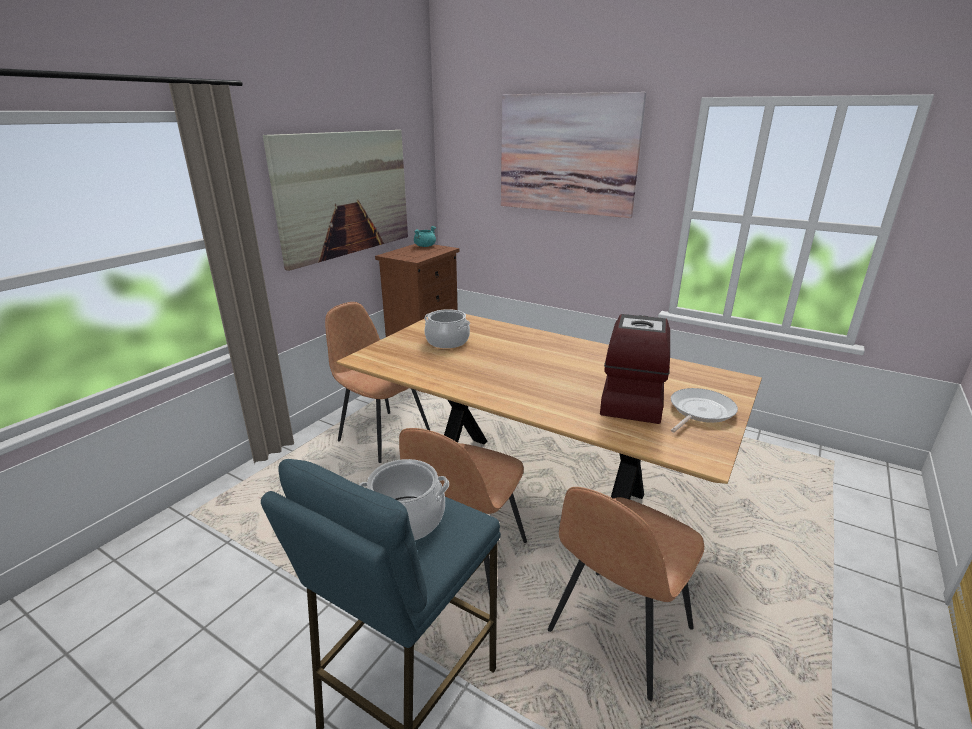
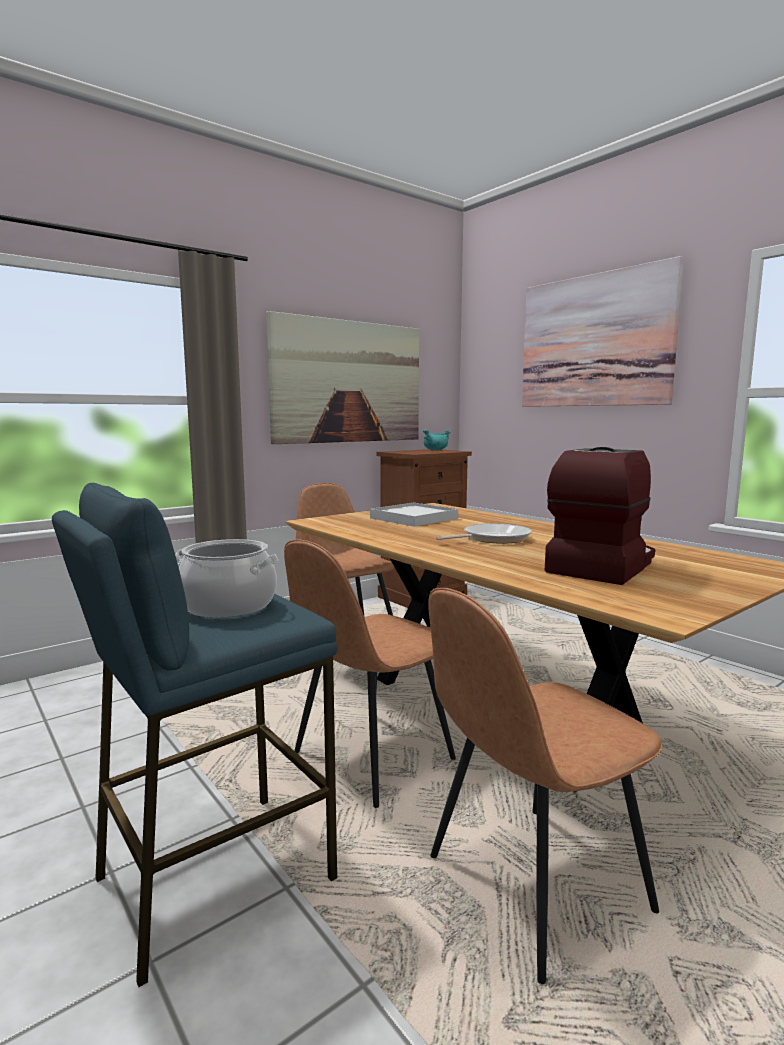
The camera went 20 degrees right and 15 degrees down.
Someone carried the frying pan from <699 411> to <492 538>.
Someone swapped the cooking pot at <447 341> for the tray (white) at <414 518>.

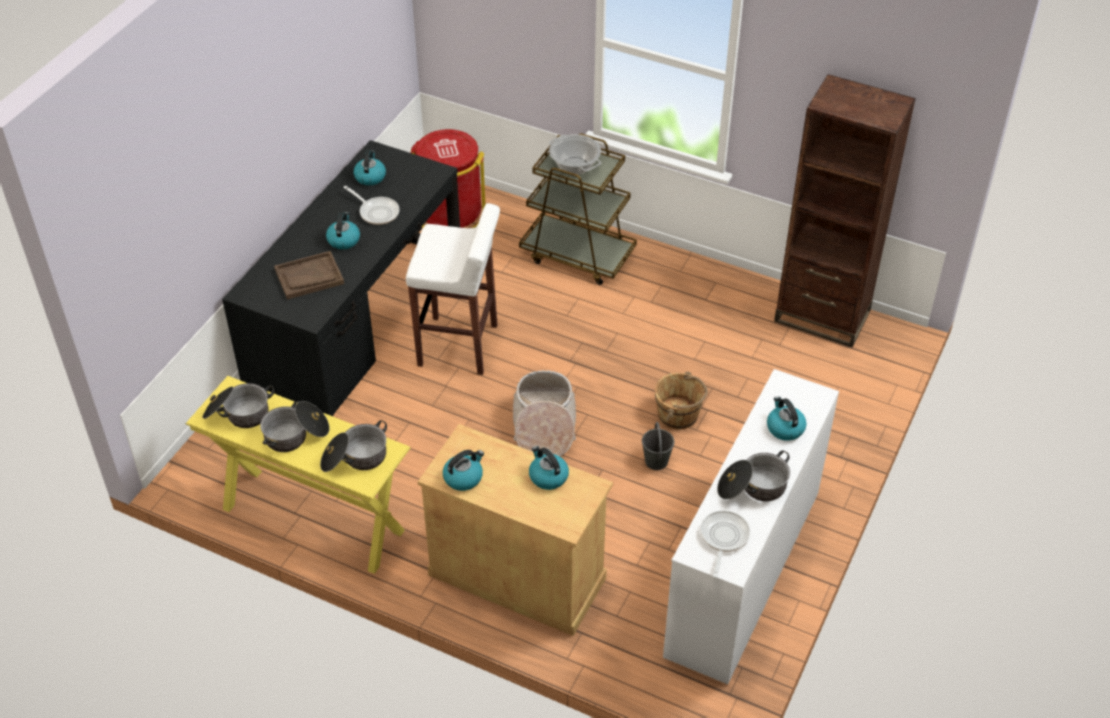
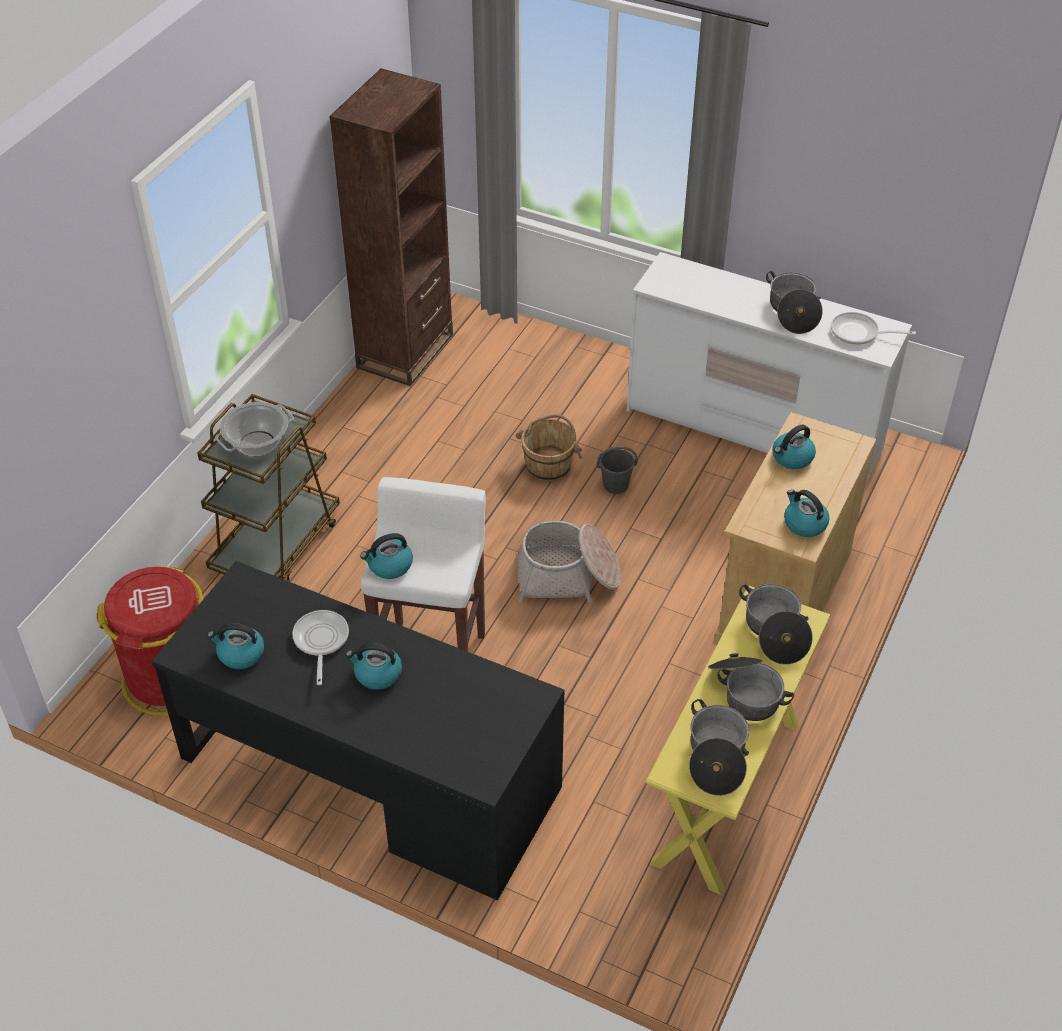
The camera went 90 degrees left and 0 degrees up.
Someone took away the tray (brown) at <309 277>.
Someone carried the kettle from <784 428> to <389 566>.
Someone rotated the frying pan at <377 212> by 45 degrees counterclockwise.

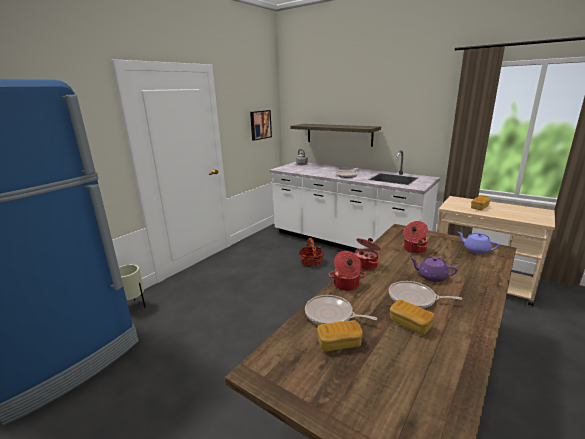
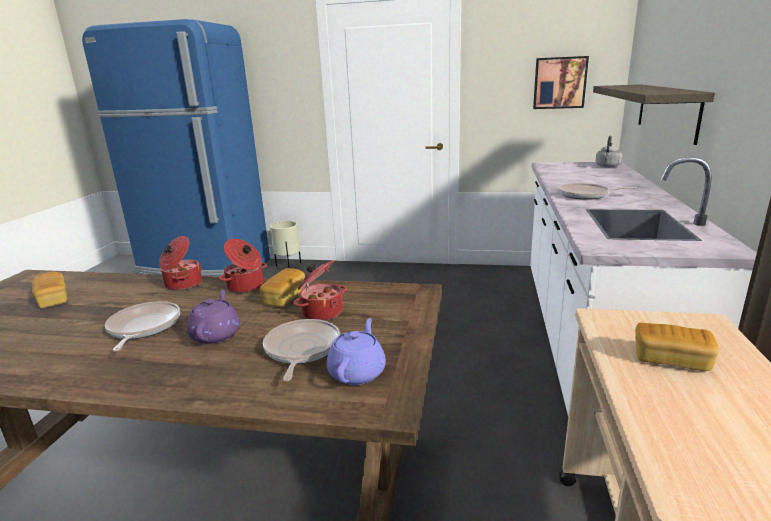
The camera went 65 degrees right and 0 degrees up.
Someone took away the basket at <311 262>.
Someone carried the frying pan from <331 315> to <301 350>.
Someone carried the bread from <410 324> to <284 298>.

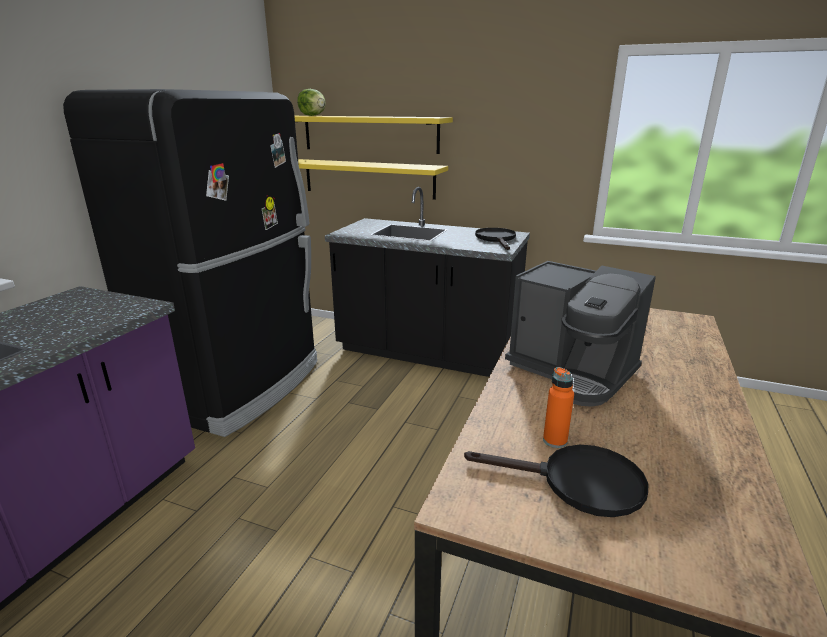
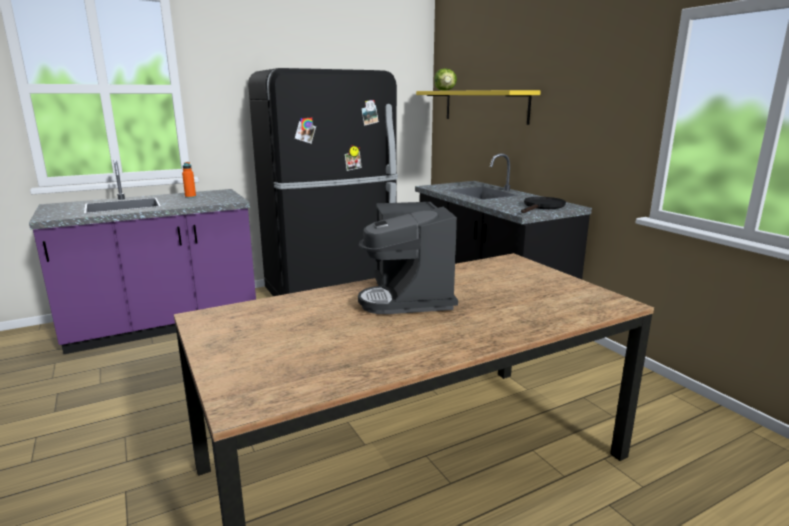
The camera went 40 degrees right and 5 degrees down.
Someone took away the shelf (yellow) at <368 178>.
Someone took away the frying pan (black) at <577 483>.
Someone carried the bottle (orange) from <555 440> to <190 197>.

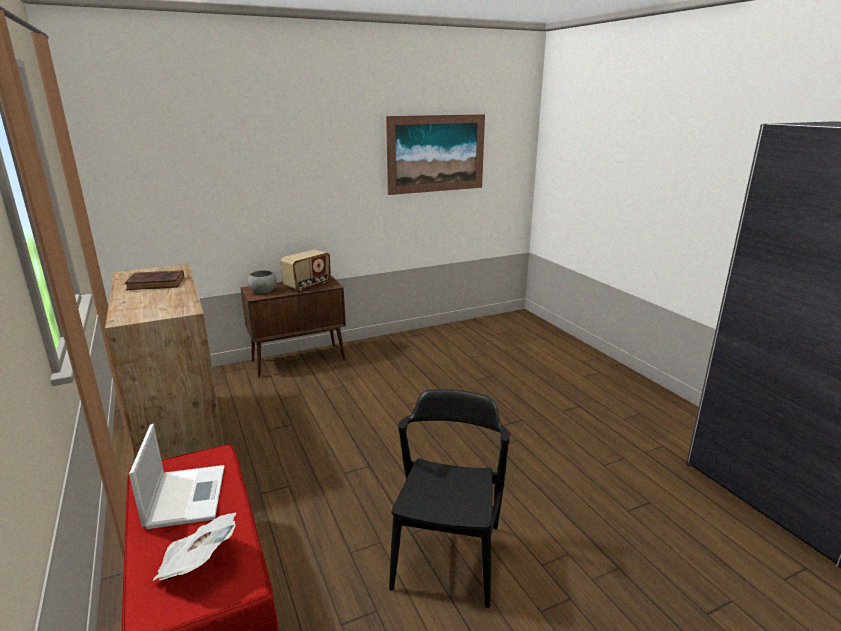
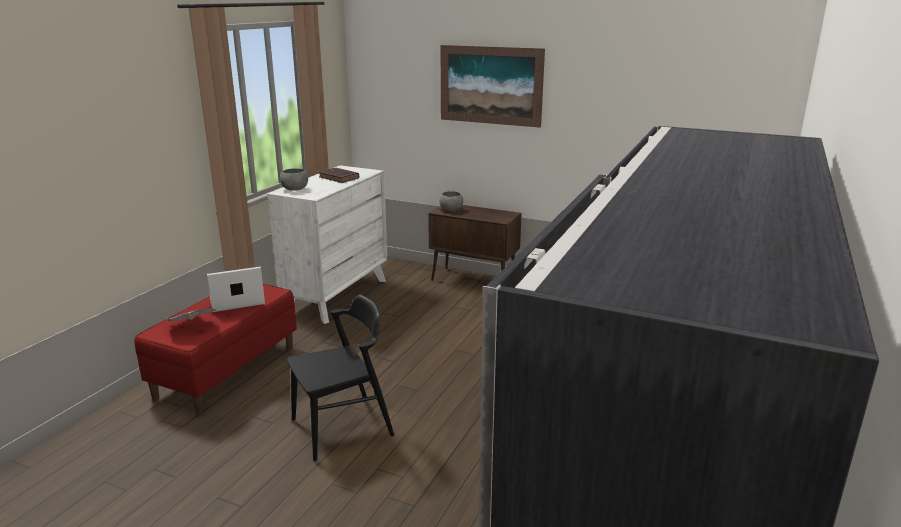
The camera went 50 degrees right and 0 degrees up.
Someone took away the radio at <308 285>.
Someone put down the bowl (grey) at <295 189>.
Someone carried the picture from <436 153> to <490 85>.
Someone repainted the dresser (brown) at <182 440>, which became the dresser (white) at <336 295>.
Someone rotated the laptop at <186 495> by 150 degrees counterclockwise.

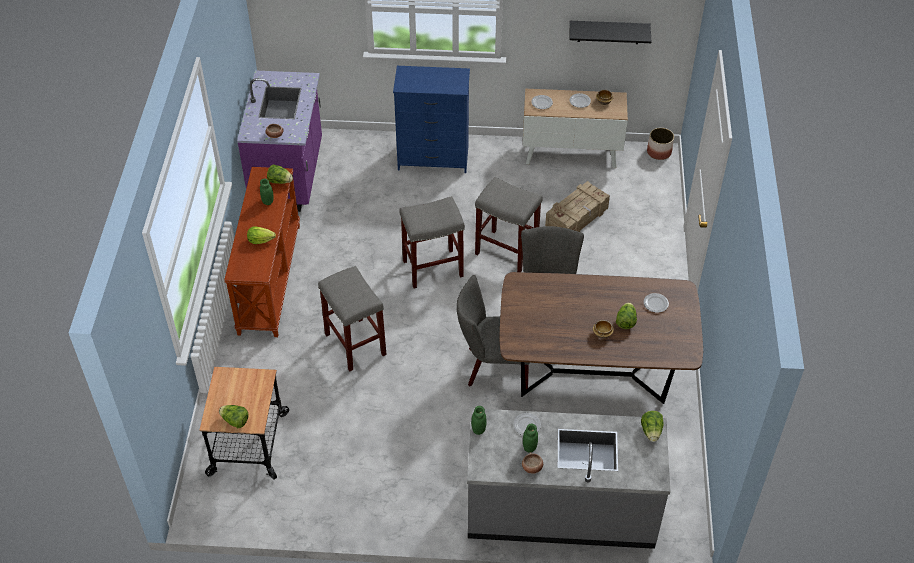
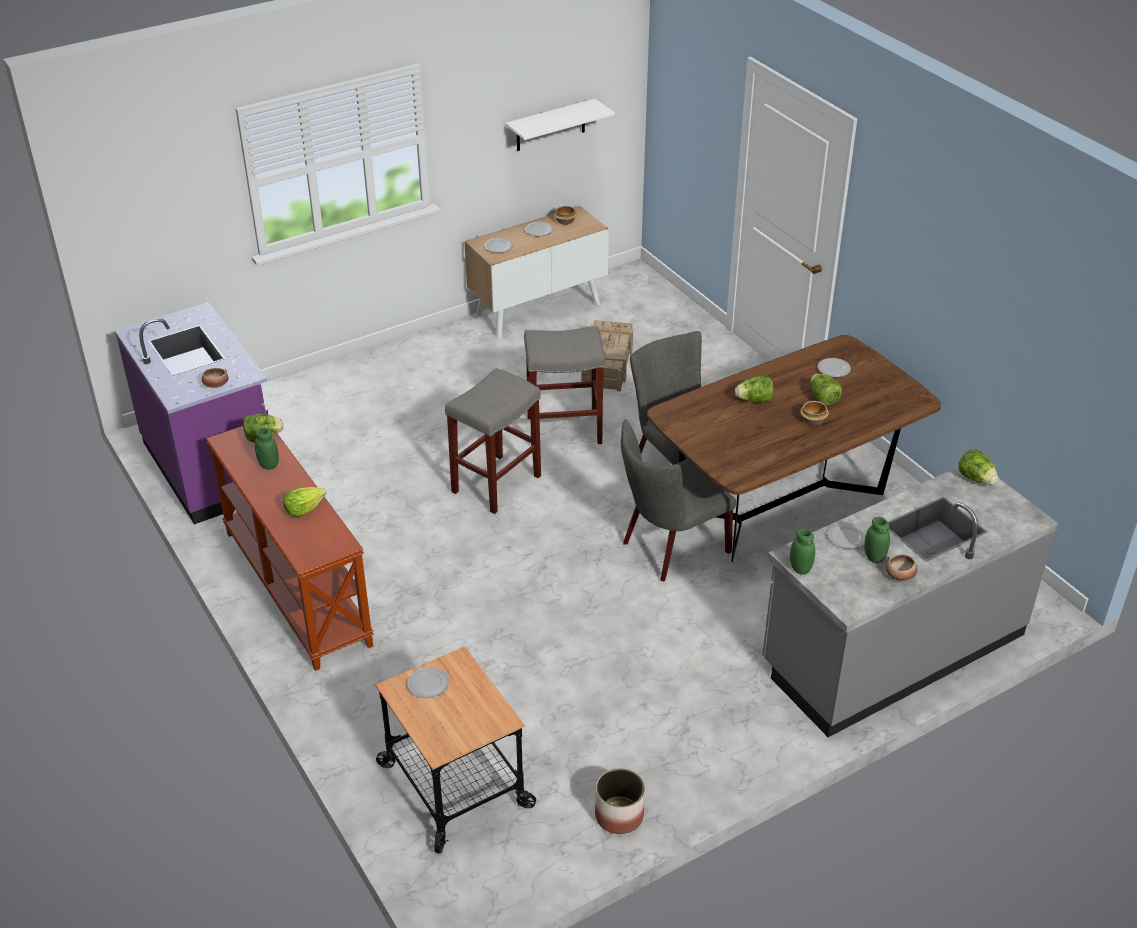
The camera went 35 degrees left and 10 degrees down.
Someone took away the stool (grey) at <354 344>.
Someone took away the dresser (blue) at <433 158>.
Someone put down the plate at <428 684>.
Someone carried the lettuce from <235 421> to <754 400>.
Someone carried the planter from <658 152> to <618 815>.
Someone repainted the shelf (black) at <608 32>, which became the shelf (white) at <550 125>.

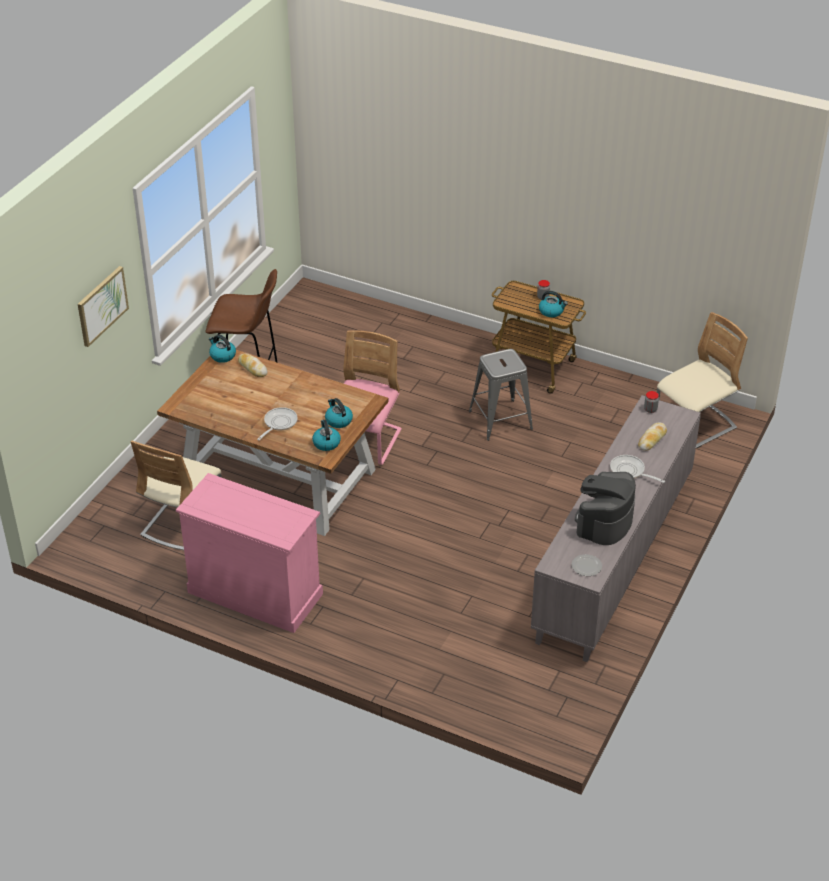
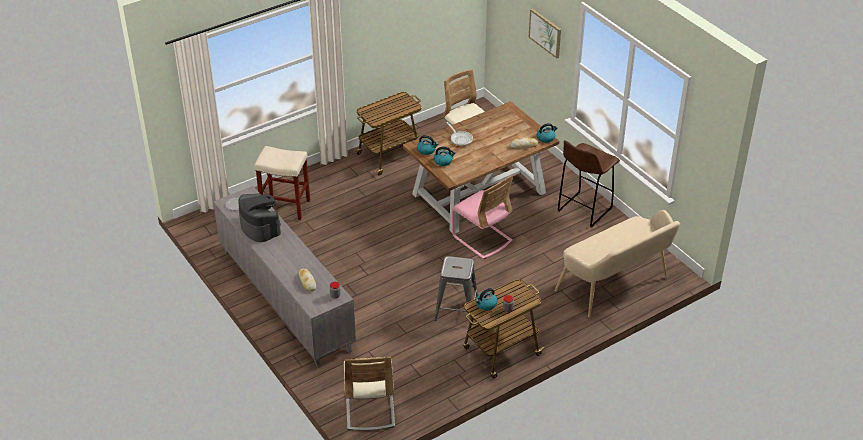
The camera went 120 degrees right and 0 degrees up.
Someone took away the frying pan at <630 471>.
Someone put down the stool (beige) at <284 207>.
Someone put down the bench (beige) at <615 286>.
Someone swapped the dresser (pink) at <255 593> for the cart at <390 156>.

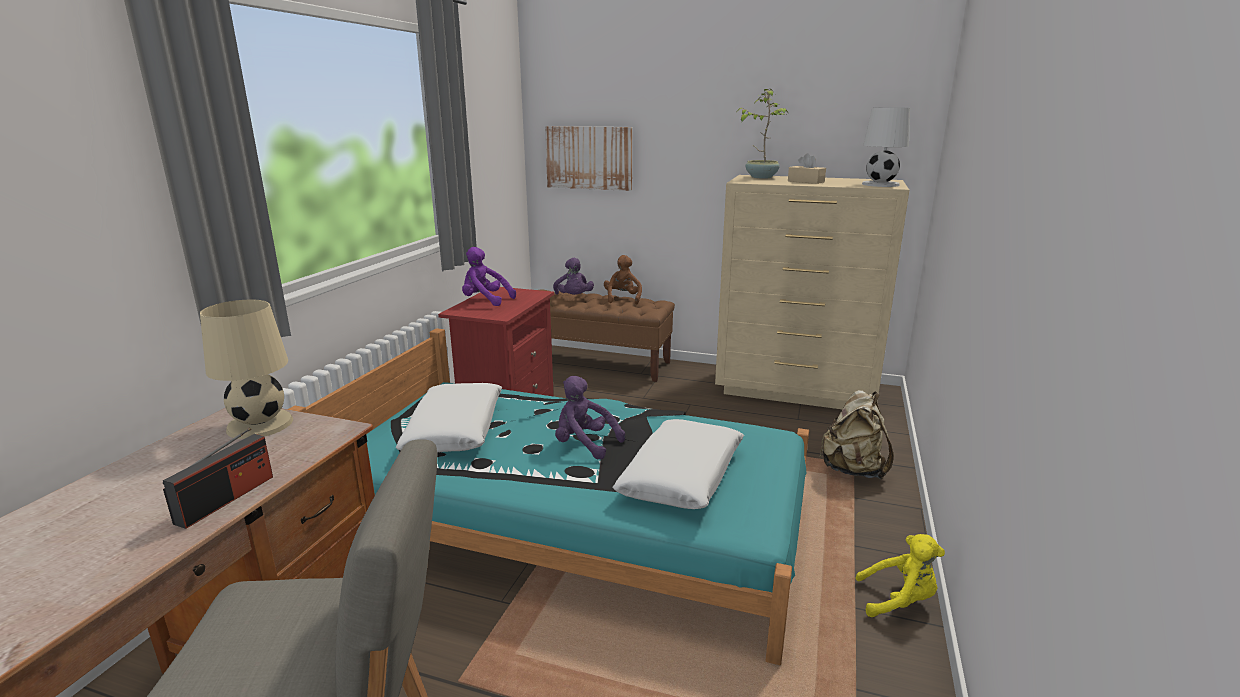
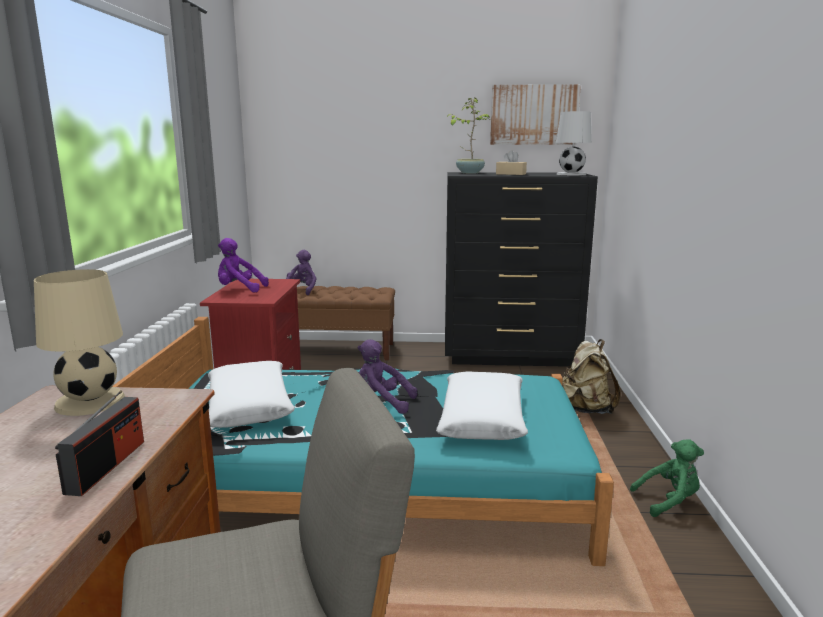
The camera went 15 degrees left and 5 degrees down.
Someone took away the plush toy (brown) at <622 299>.
Someone carried the picture from <589 158> to <534 115>.
Someone repainted the dresser (beige) at <796 391>, which became the dresser (black) at <510 356>.
Someone repainted the plush toy (yellow) at <898 601>, which became the plush toy (green) at <669 501>.
Someone rotated the plush toy (purple) at <574 298> by 135 degrees counterclockwise.

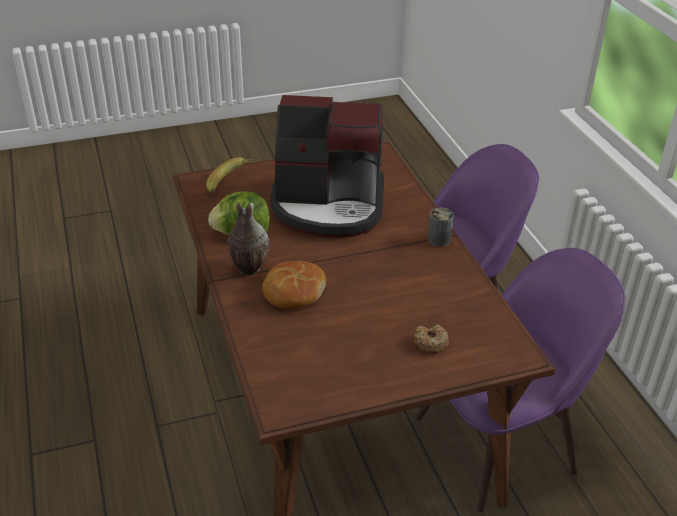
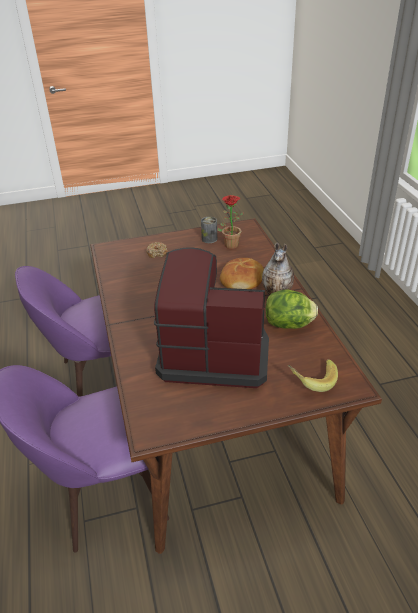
The camera went 175 degrees left and 0 degrees up.
Someone put down the potted plant at <230 244>.
Someone carried the can from <439 239> to <209 239>.

